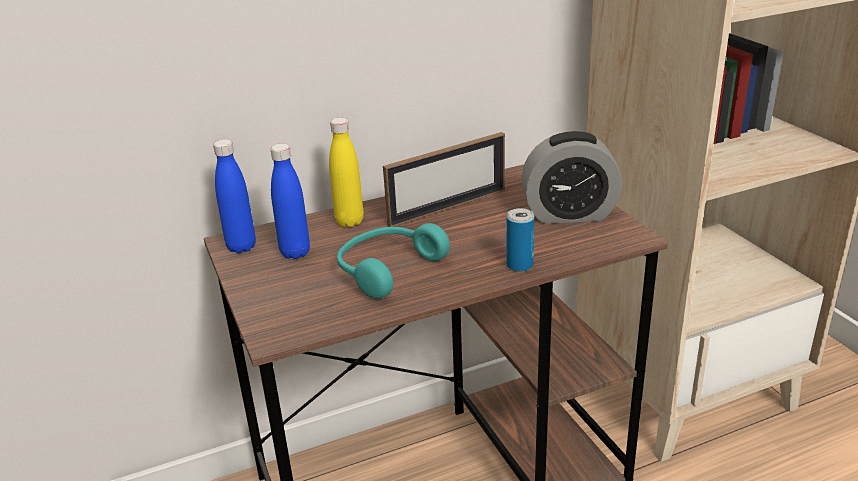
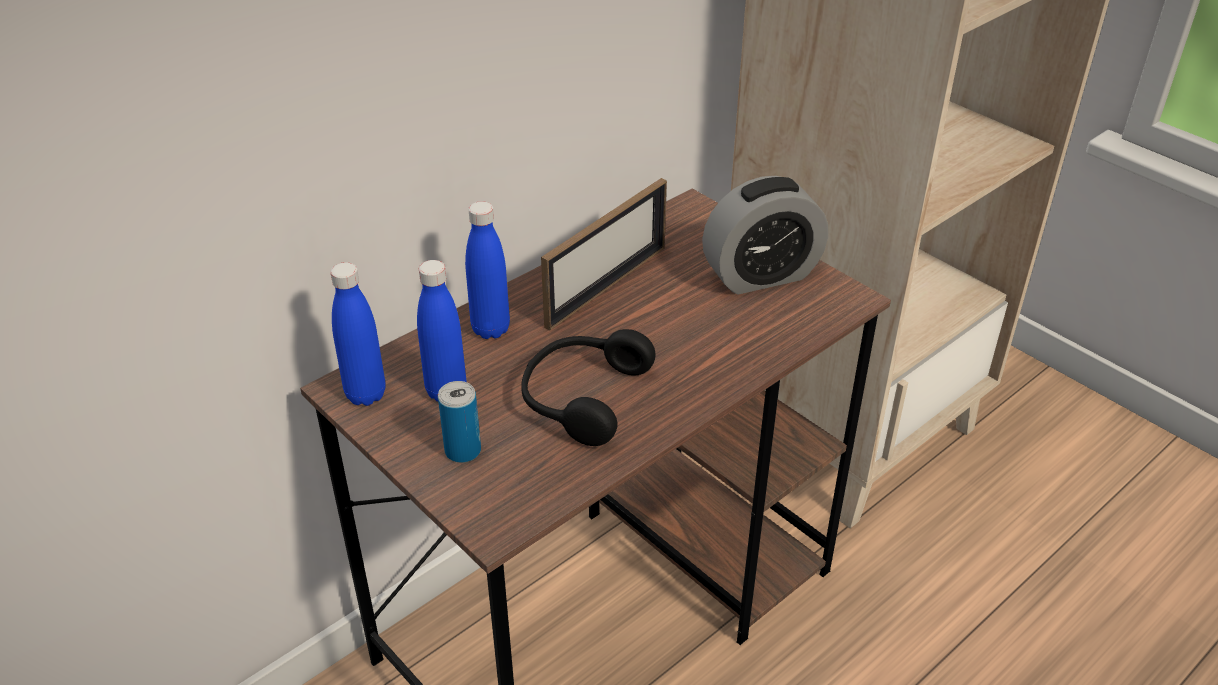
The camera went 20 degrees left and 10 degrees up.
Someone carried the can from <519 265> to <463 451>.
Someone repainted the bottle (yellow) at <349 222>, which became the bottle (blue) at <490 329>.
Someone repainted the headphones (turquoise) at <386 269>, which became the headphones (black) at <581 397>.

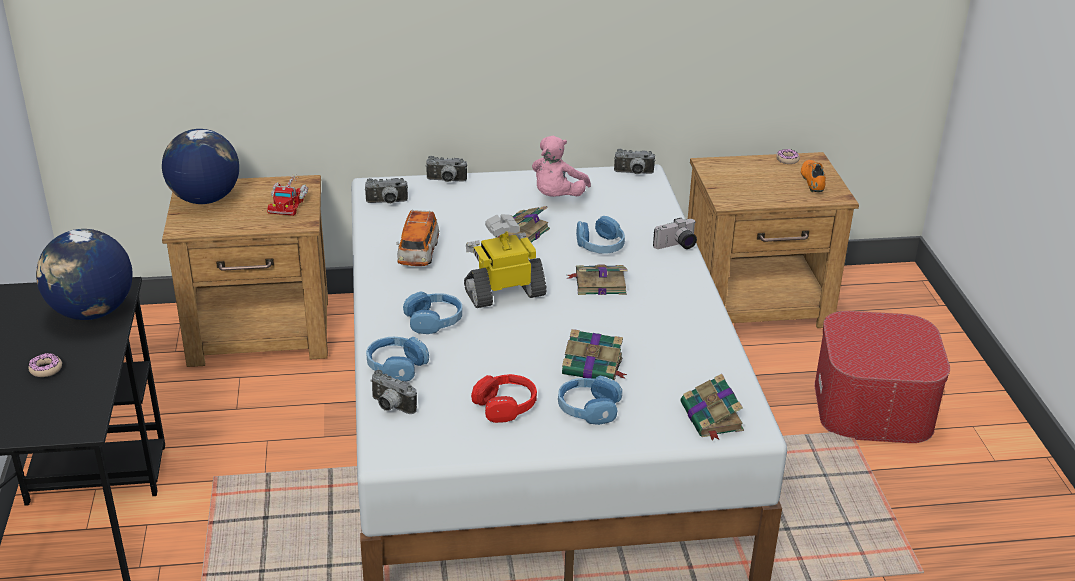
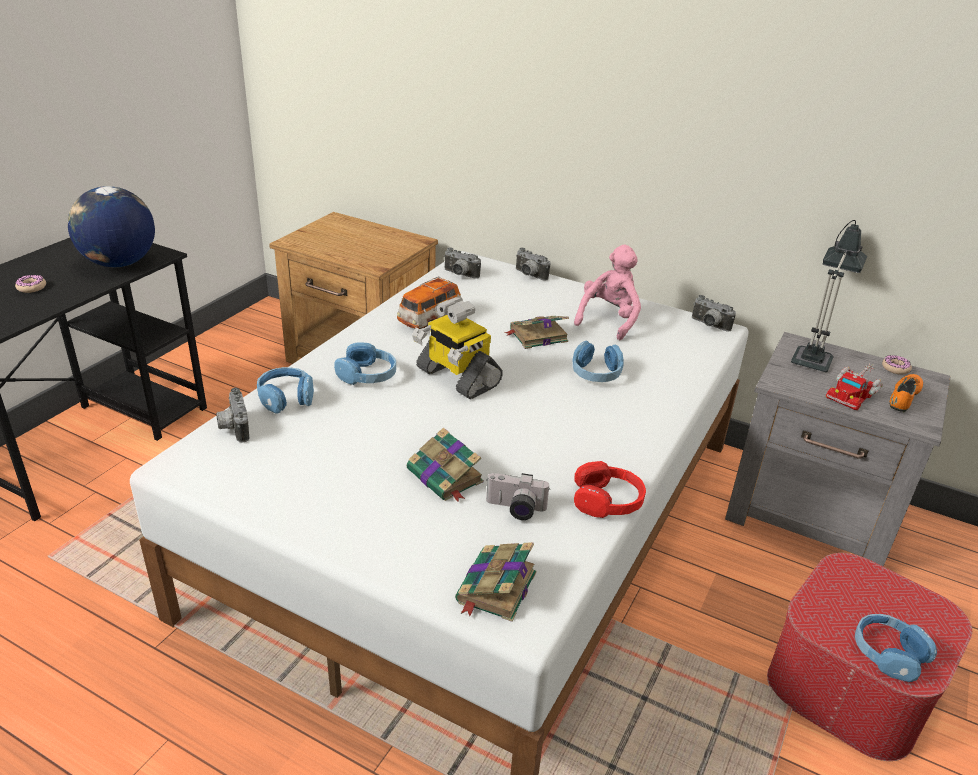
The camera went 35 degrees right and 0 degrees up.
Someone took away the globe at <204 199>.
Someone took away the book at <598 283>.
Someone put down the table lamp at <813 357>.
Someone carried the toy truck from <288 202> to <852 393>.
Someone carried the headphones (red) from <506 406> to <607 501>.
Someone carried the headphones (blue) from <588 409> to <888 654>.
Someone carried the photo camera from <677 246> to <515 509>.
Someone repainted the nightstand (brown) at <758 303>, which became the nightstand (grey) at <813 514>.
Someone rotated the toy robot at <504 293> by 150 degrees counterclockwise.
Someone rotated the plush toy (pink) at <557 197> by 150 degrees clockwise.

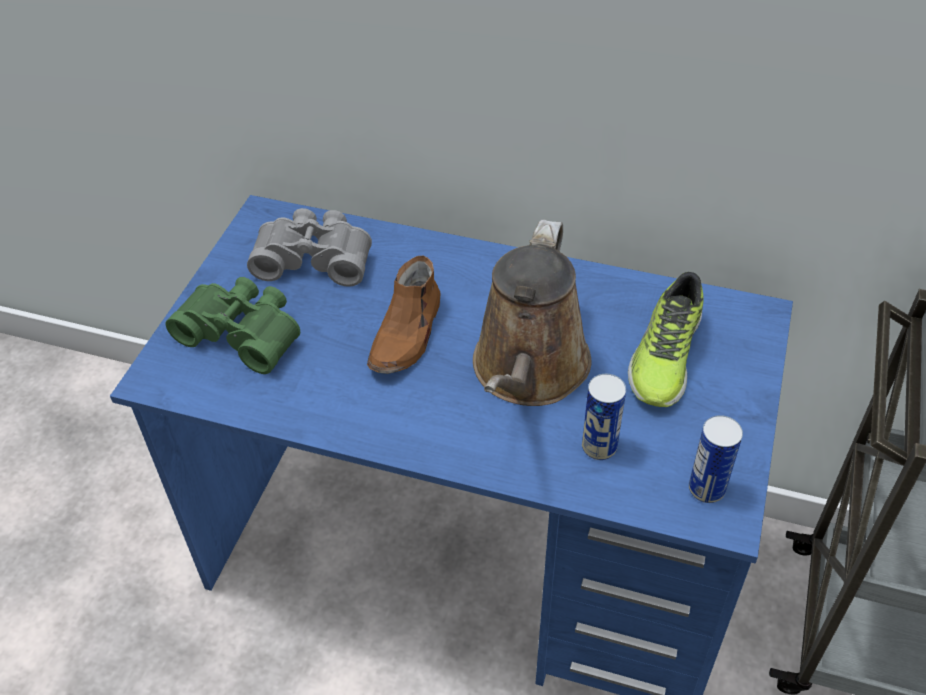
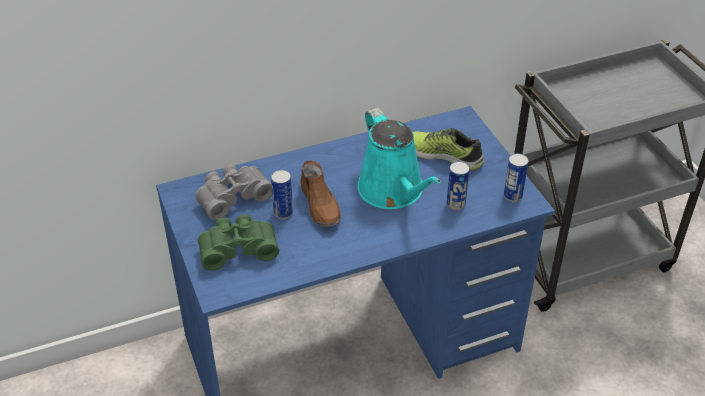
The camera went 40 degrees left and 5 degrees down.
Someone put down the can at <283 213>.
Someone repainted the watering can (brown) at <528 371>, which became the watering can (turquoise) at <394 191>.
Someone rotated the shoe at <664 355> by 135 degrees clockwise.

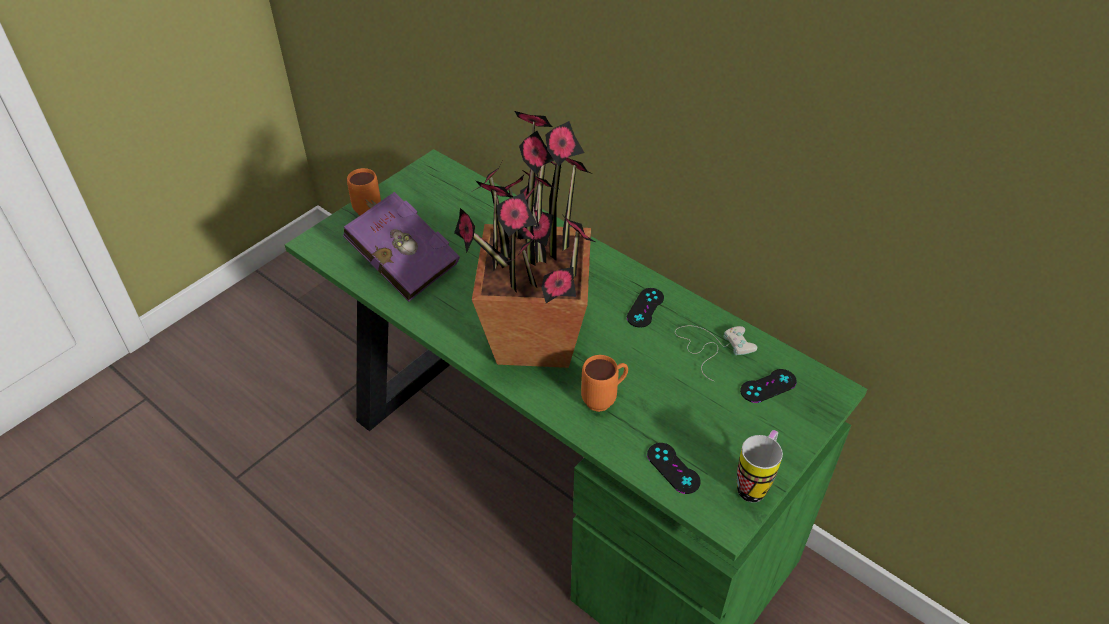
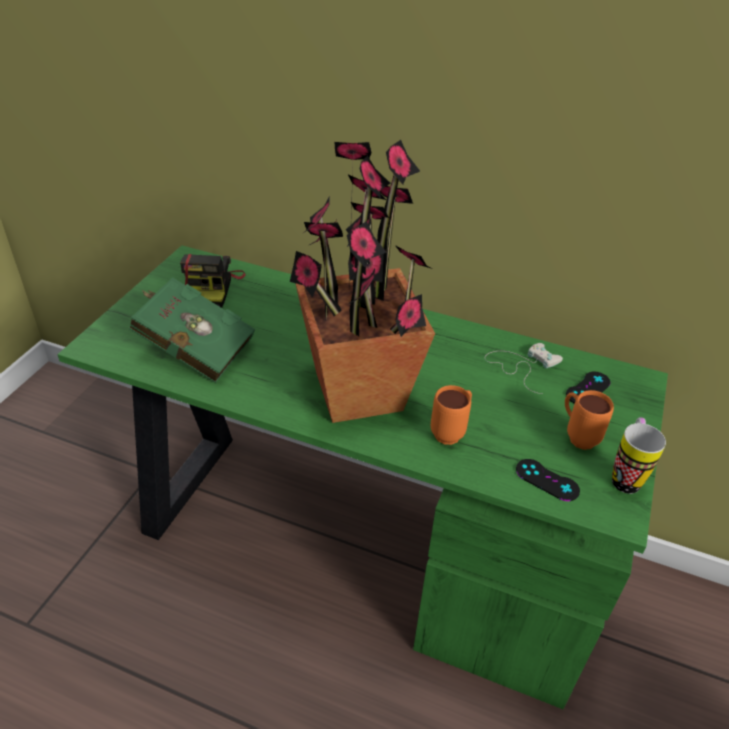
The camera went 20 degrees left and 5 degrees down.
Someone took away the game controller (black) at <645 308>.
Someone put down the photo camera at <212 288>.
Someone carried the mug (orange) from <367 207> to <577 436>.
Someone repainted the book (purple) at <402 263>, which became the book (green) at <193 349>.

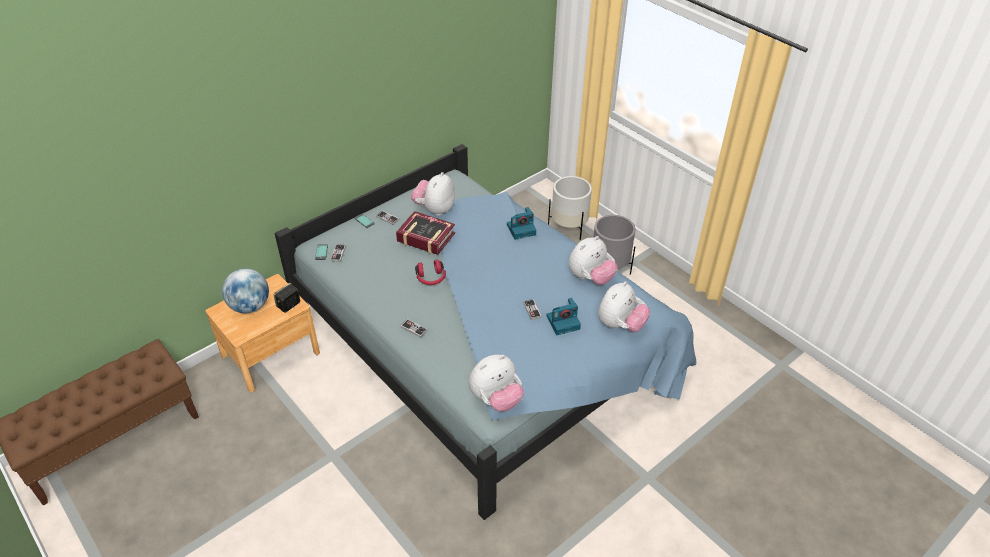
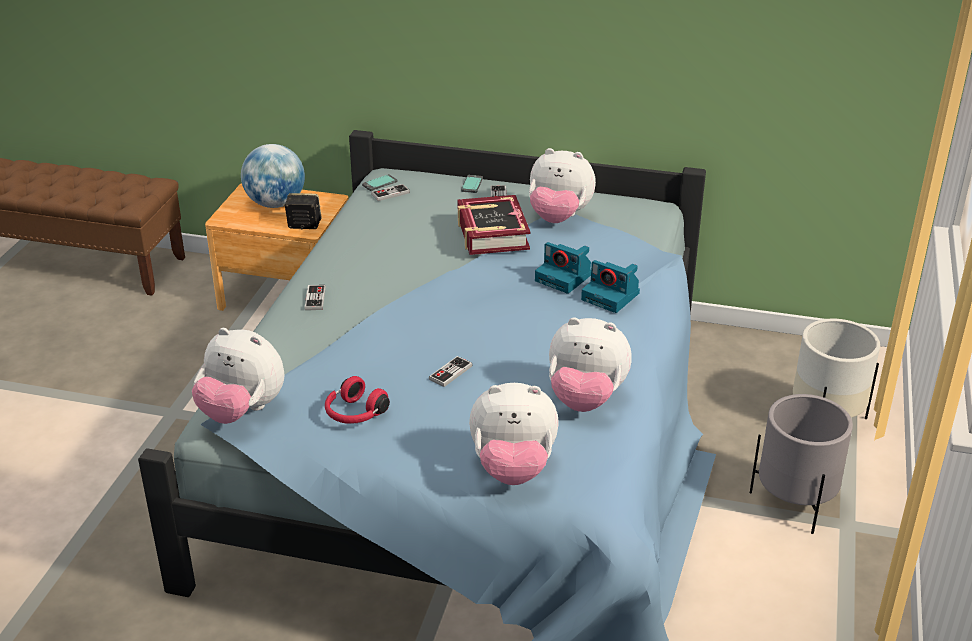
The camera went 55 degrees right and 10 degrees down.
Someone carried the headphones (red) from <431 278> to <354 414>.
Someone carried the photo camera from <563 322> to <565 278>.
Someone rotated the plush toy at <434 209> by 150 degrees counterclockwise.

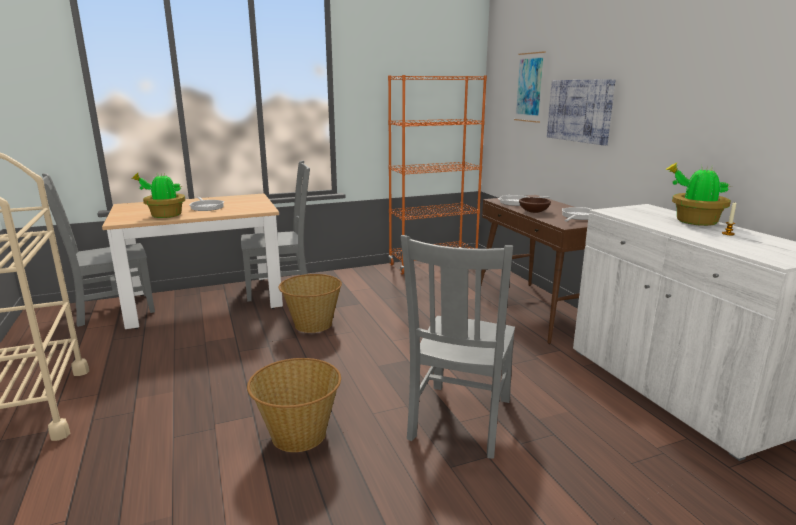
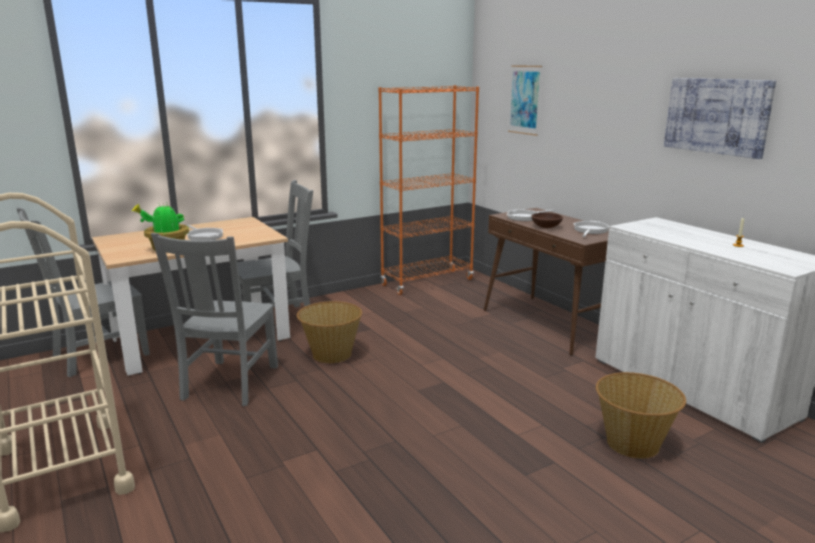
The camera went 10 degrees left and 0 degrees up.
Someone took away the potted plant at <694 222>.
Someone carried the basket from <298 435> to <633 444>.
Someone carried the chair (grey) from <459 421> to <229 384>.
Someone carried the picture from <579 110> to <716 116>.

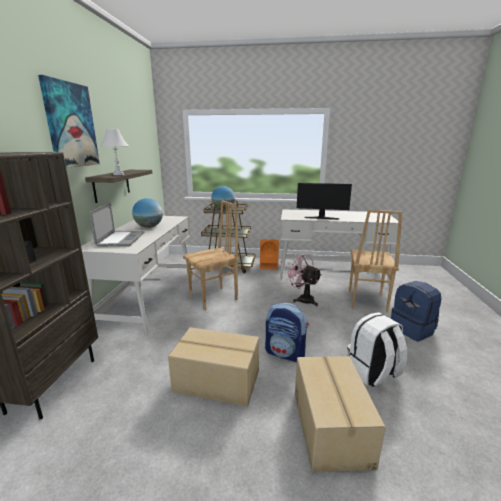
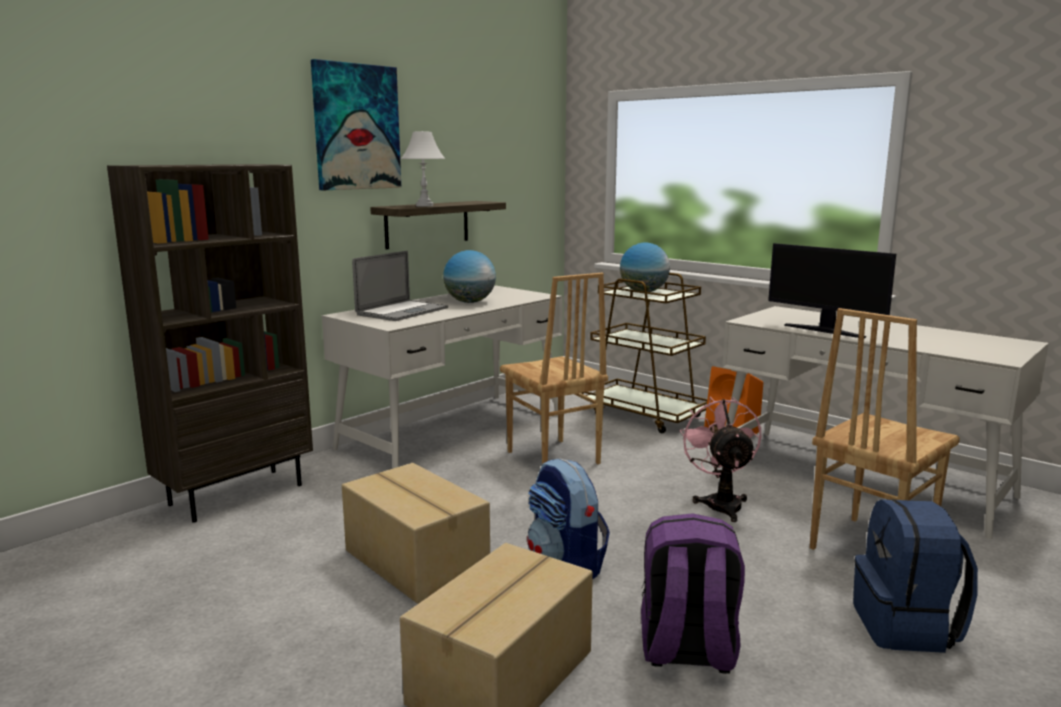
The camera went 35 degrees right and 5 degrees down.
Someone repainted the backpack (white) at <373 373>, which became the backpack (purple) at <687 651>.
Someone rotated the chair (brown) at <214 298> by 60 degrees clockwise.

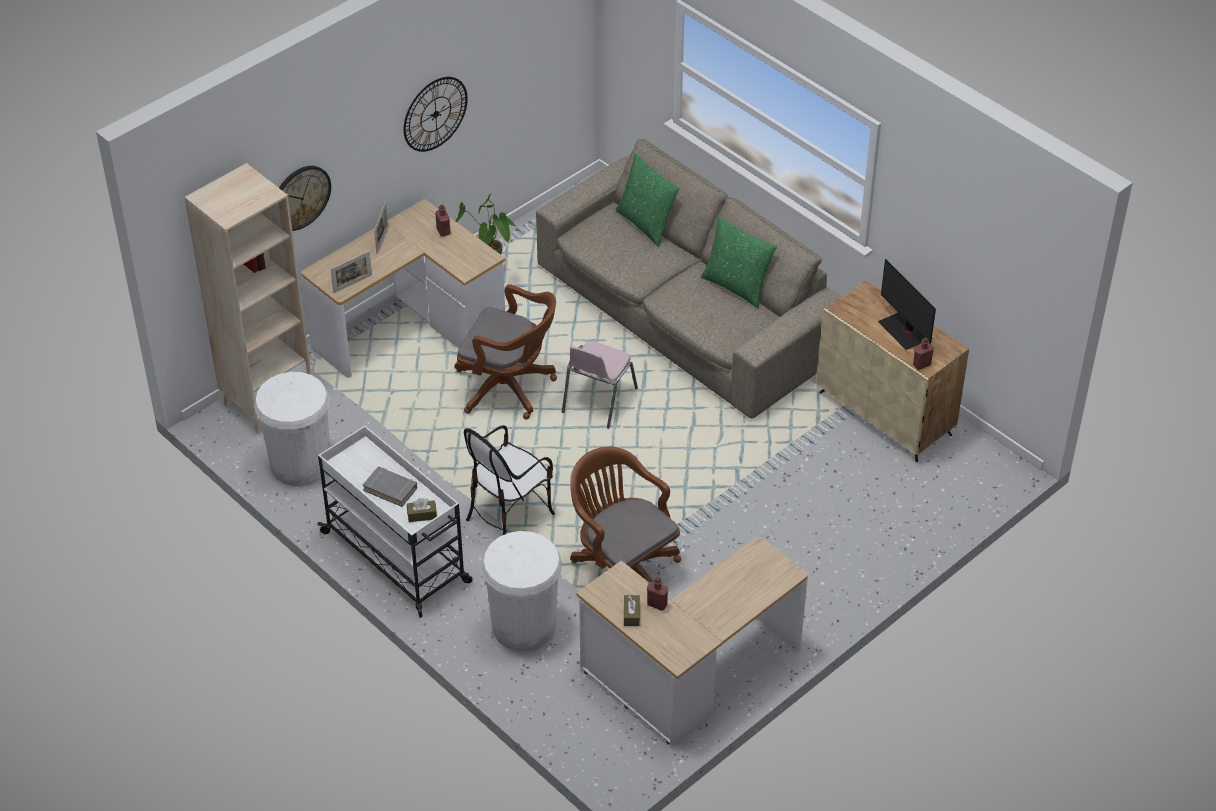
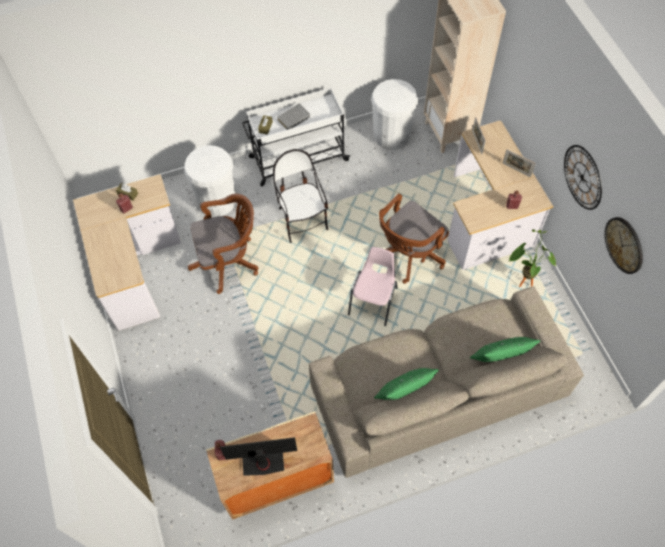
The camera went 115 degrees right and 15 degrees up.
Someone carried the wall clock from <300 197> to <624 245>.
Someone rotated the chair (pink) at <598 401> by 60 degrees clockwise.

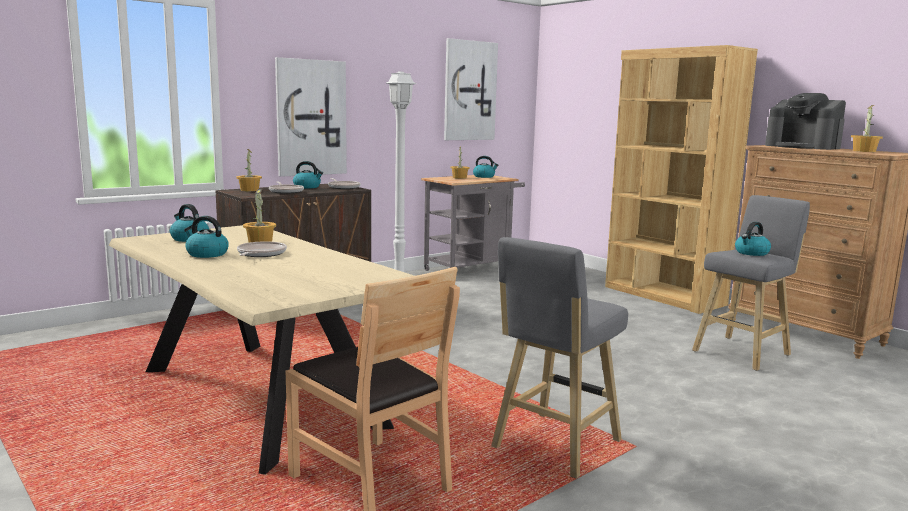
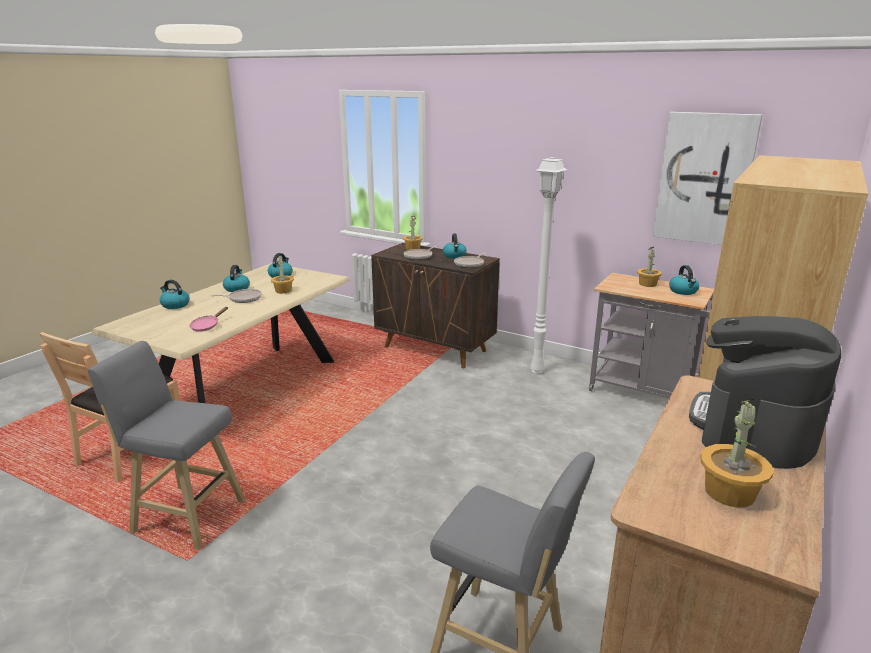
The camera went 70 degrees right and 10 degrees up.
Someone took away the picture at <311 118>.
Someone put down the frying pan (pink) at <207 326>.
Someone carried the kettle from <751 253> to <175 305>.

